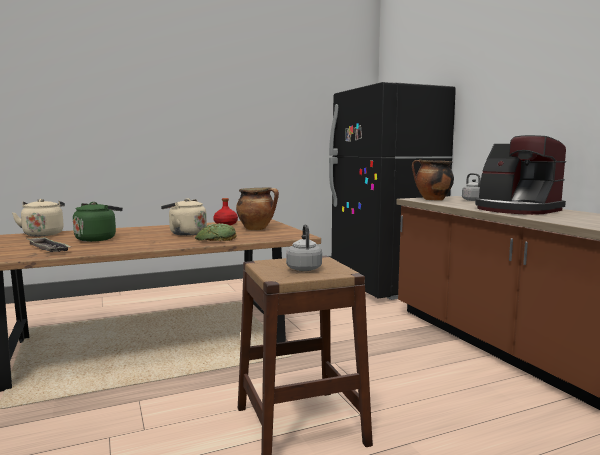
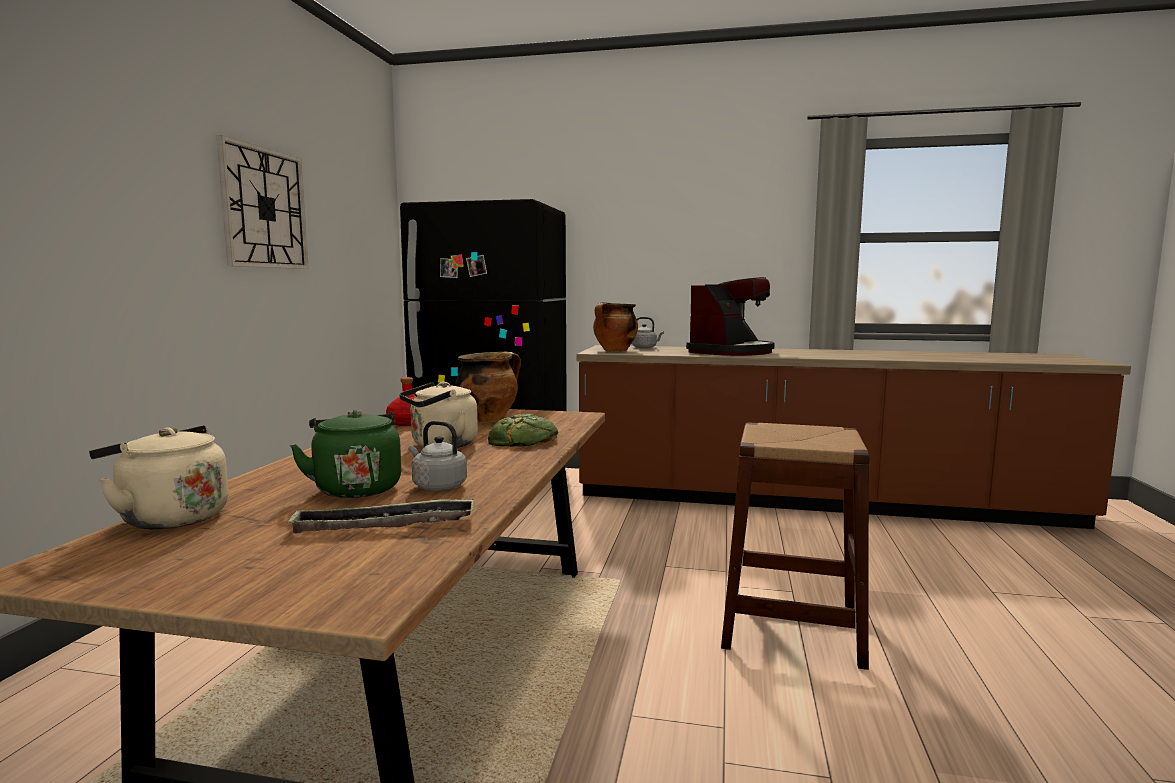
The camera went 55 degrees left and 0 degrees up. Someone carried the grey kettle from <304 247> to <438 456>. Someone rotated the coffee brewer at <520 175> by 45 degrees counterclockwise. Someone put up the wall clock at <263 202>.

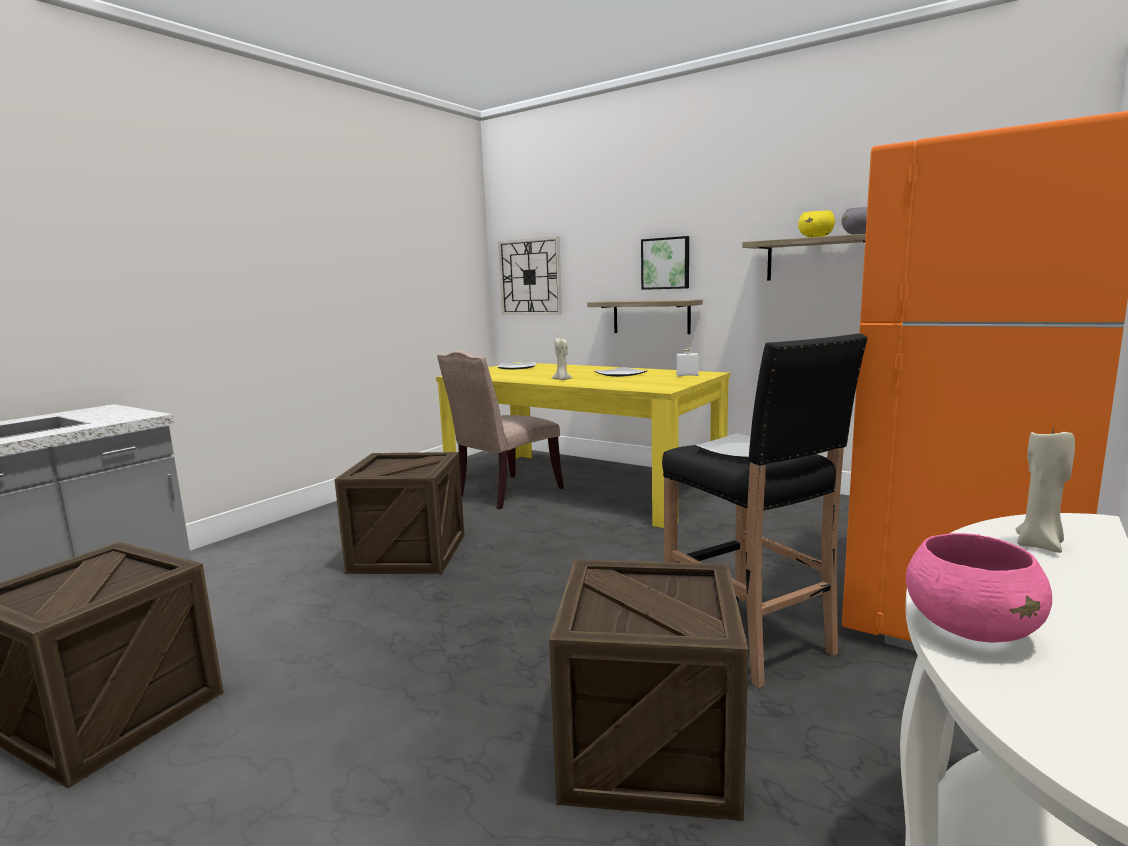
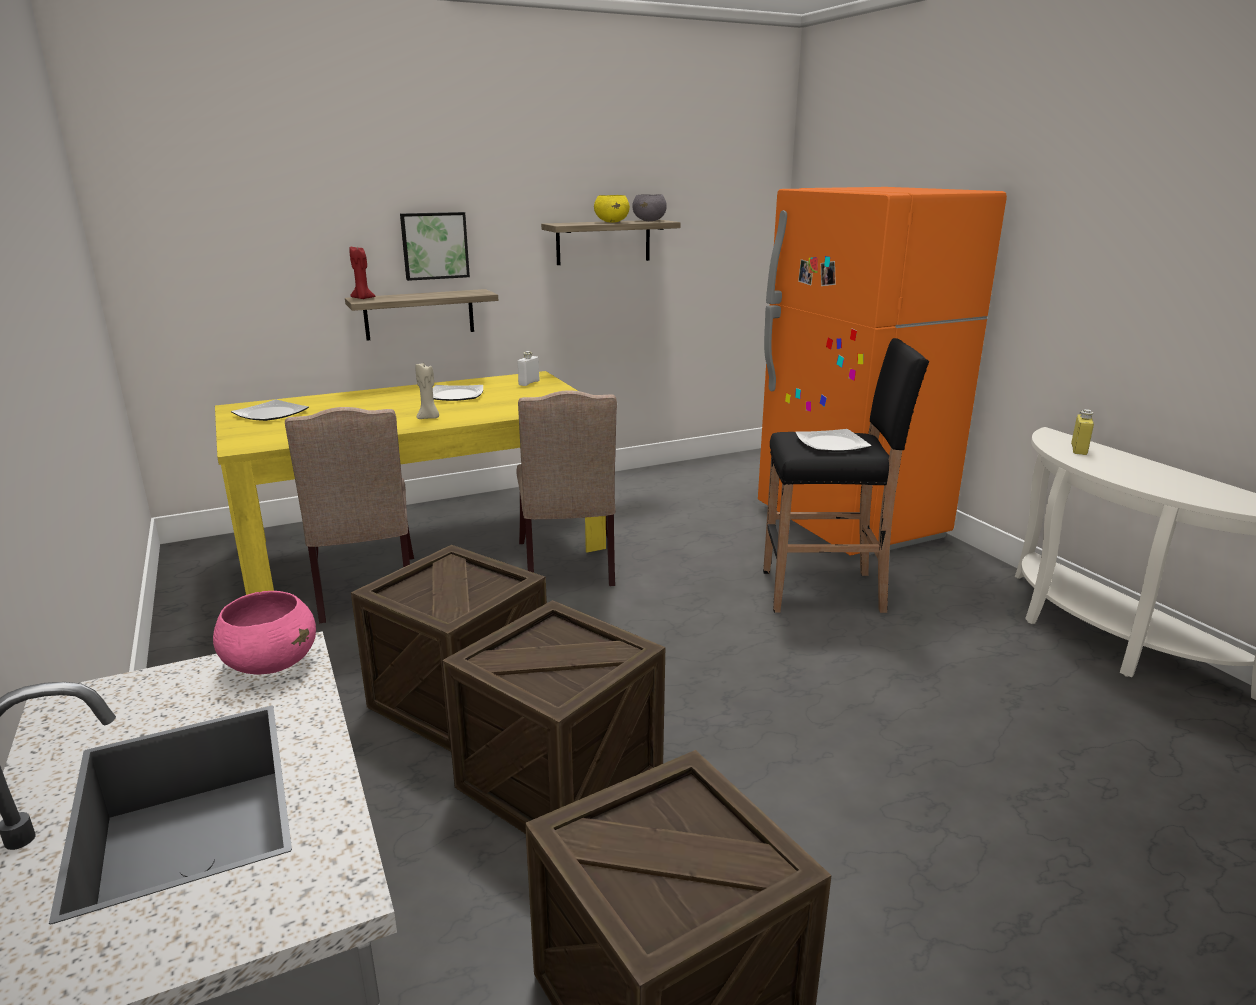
The camera went 60 degrees left and 10 degrees up. Someone took away the wall clock at <530 275>. Someone carried the crate from <648 690> to <553 717>. Someone carried the pink bowl from <979 587> to <264 633>. Someone swapped the beige wax light at <1045 489> for the yellow-coloured bottle at <1082 432>. Someone put down the red-coloured wax light at <362 273>. Someone put down the beige upright chair at <567 488>.

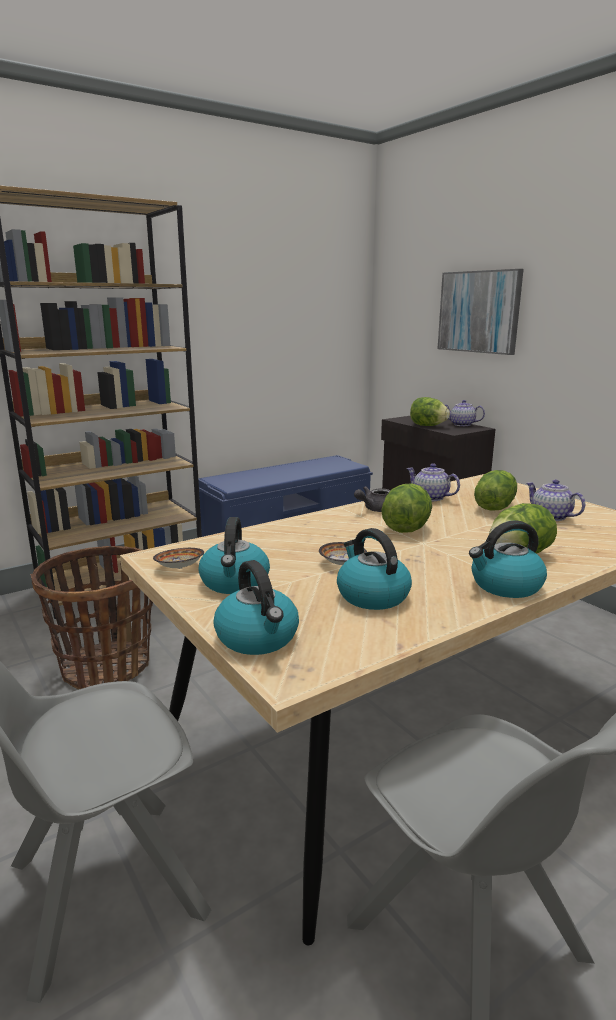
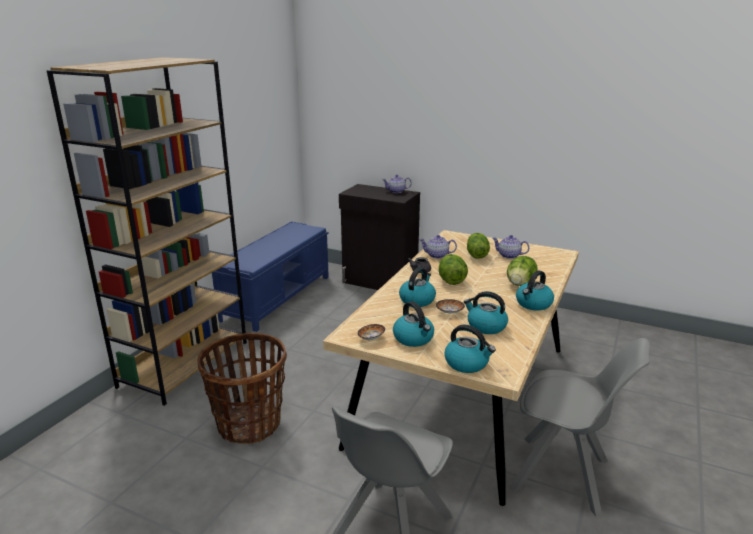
The camera went 30 degrees left and 5 degrees up. Someone took away the lettuce at <430 411>. Someone took away the picture at <481 312>. Someone put down the kettle at <417 287>.

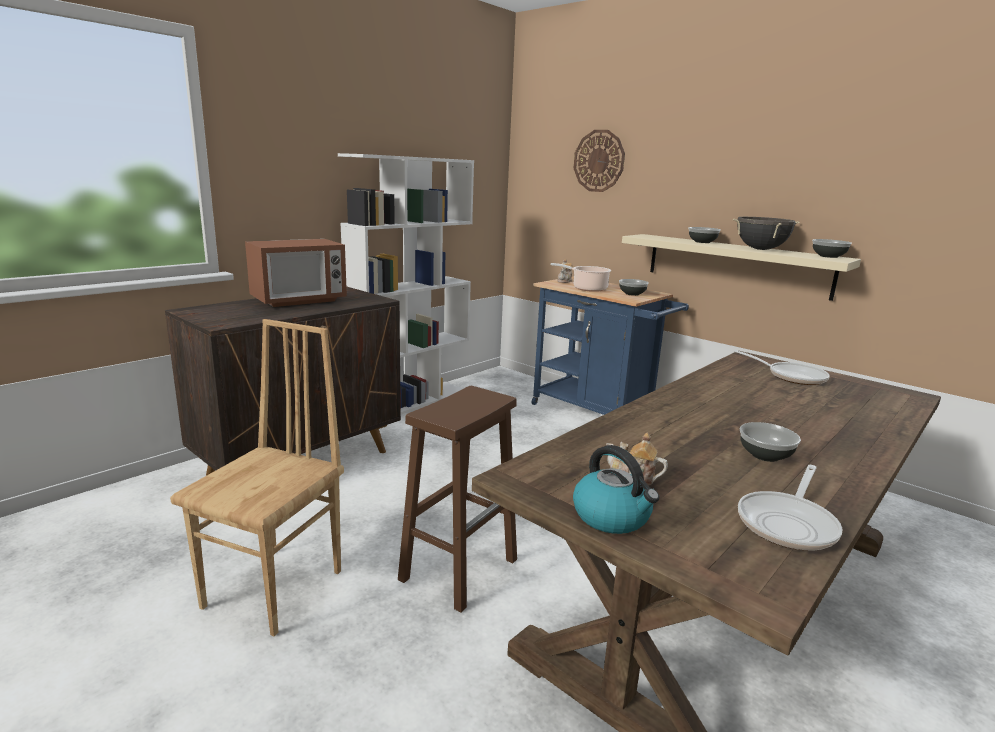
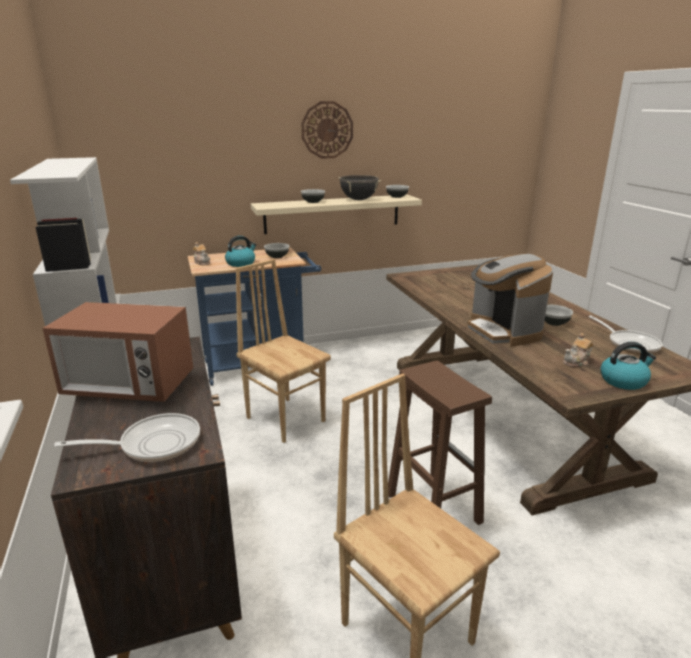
The camera went 60 degrees left and 5 degrees up. Someone rotated the microwave at <296 273> by 105 degrees clockwise. Someone swapped the saucepot at <581 277> for the kettle at <241 251>. Someone carried the wall clock from <599 161> to <327 130>. Someone carried the pan from <782 367> to <127 437>. Someone put down the brown-coloured upright chair at <283 351>. Someone put down the coffee brewer at <510 300>.

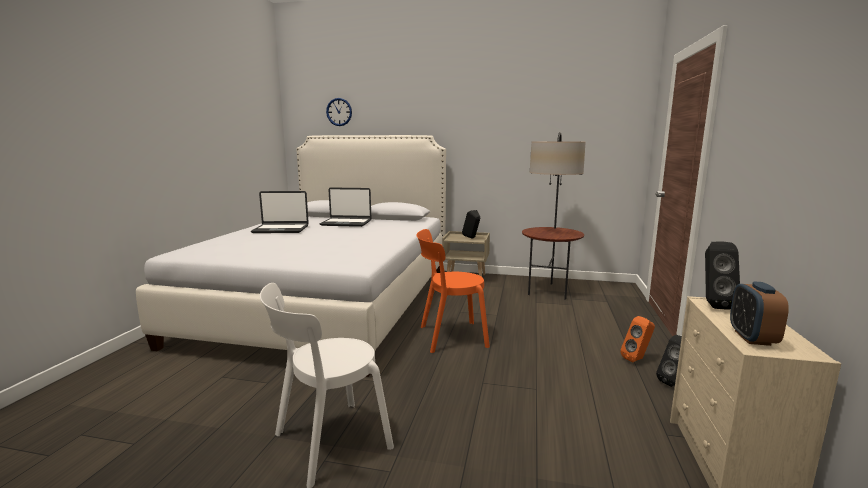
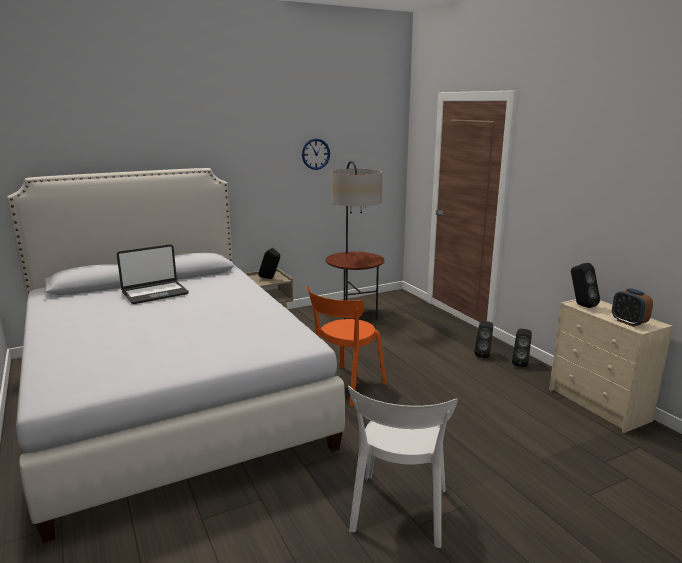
The camera went 40 degrees left and 5 degrees up. Someone took away the laptop at <280 212>. Someone carried the wall clock from <339 112> to <316 154>. Someone repainted the orange loudspeaker at <637 339>, which became the black loudspeaker at <484 339>.

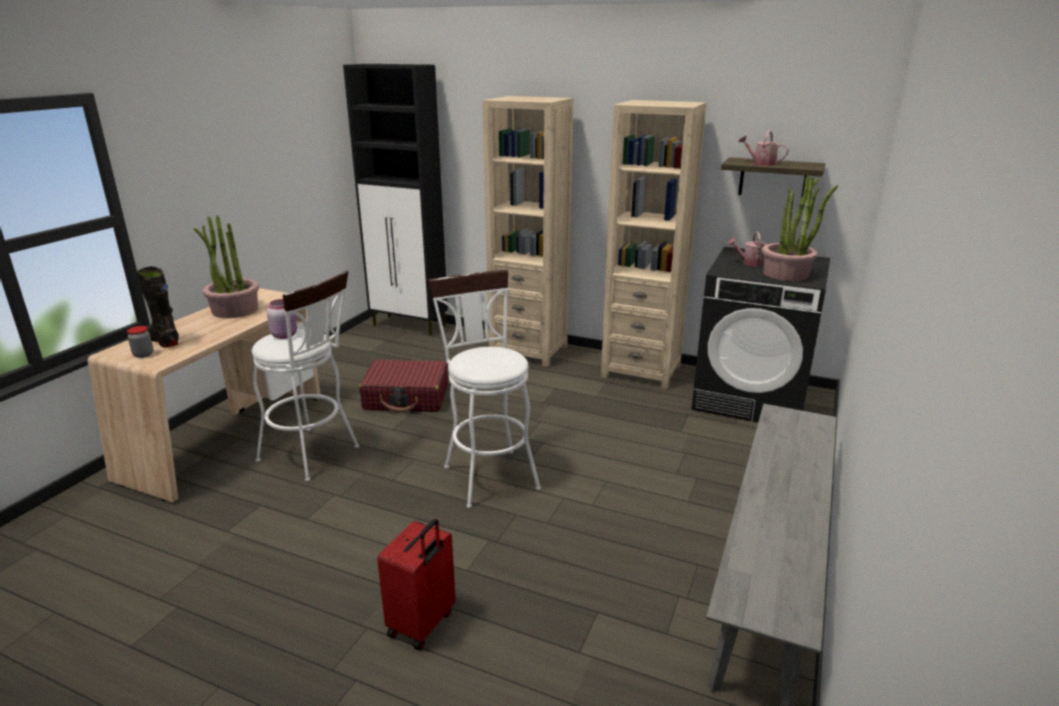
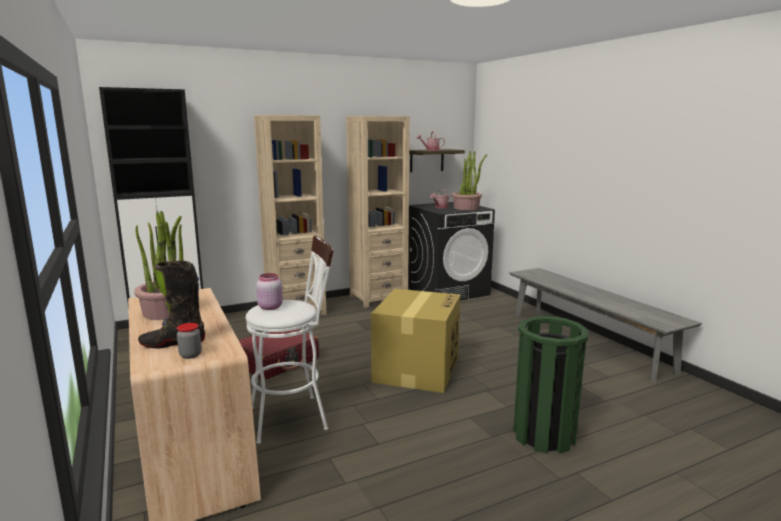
The camera went 50 degrees left and 10 degrees down. Someone swapped the red-coloured piece of luggage at <416 584> for the greenish rubbish bin at <551 385>. Someone swapped the whitish stool at <484 388> for the cardboard box at <415 341>.

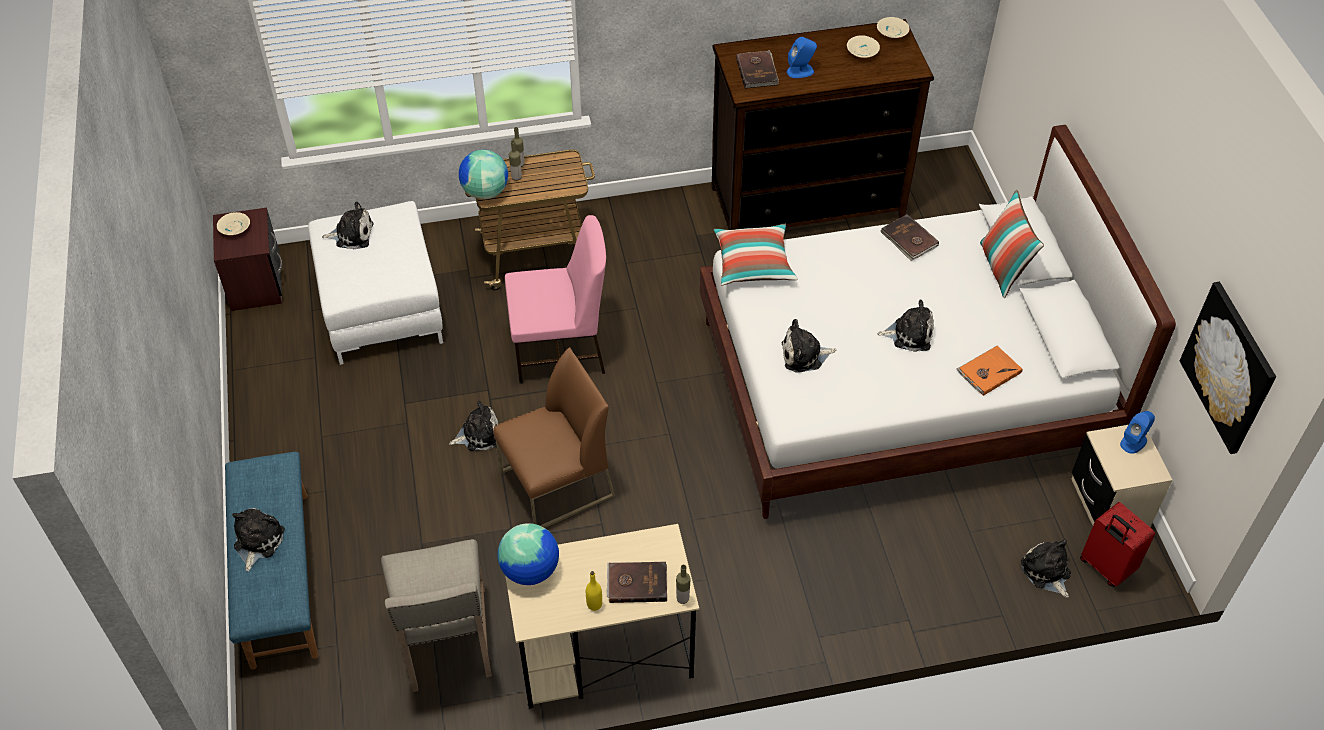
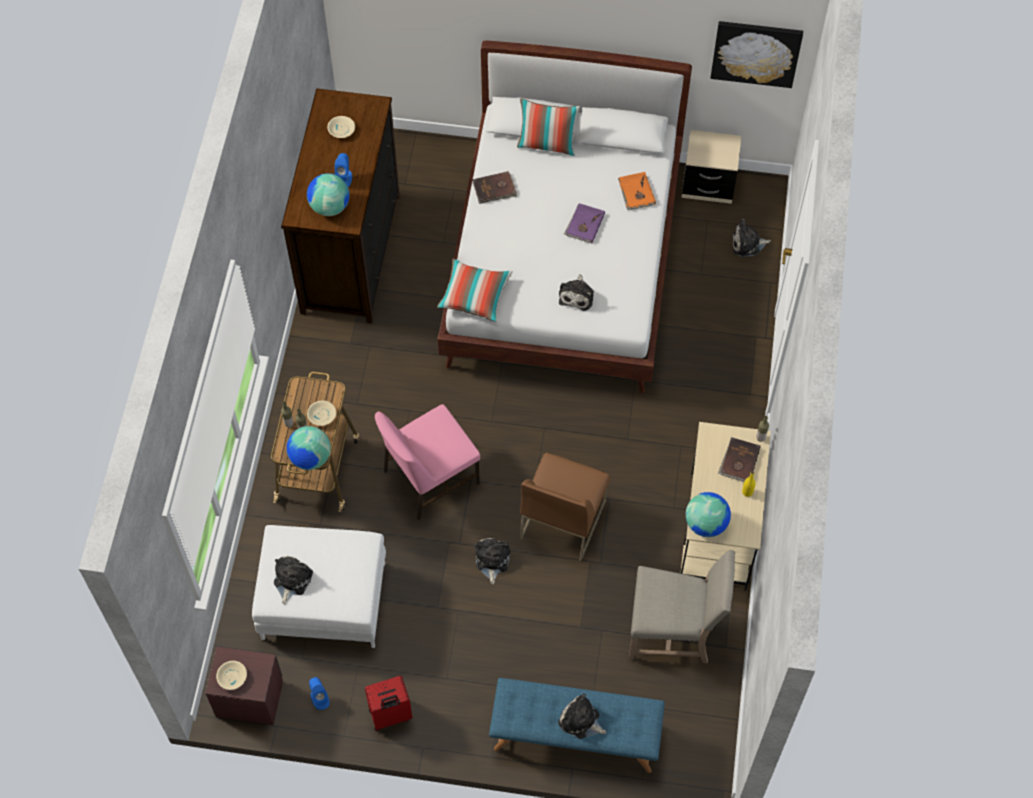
The camera went 70 degrees left and 10 degrees up. Someone rotated the brown-coloured upright chair at <554 437> by 150 degrees counterclockwise. Someone rotated the pink upright chair at <555 299> by 135 degrees counterclockwise. Someone swapped the brown-coloured bound book at <757 69> for the world globe at <328 194>. Someone carried the beige bowl from <893 27> to <321 413>. Someone swapped the soft toy at <905 326> for the purple bound book at <584 223>. Someone carried the red-coloured piece of luggage from <1117 544> to <388 703>. Someone carried the bluish loudspeaker from <1137 432> to <319 693>.

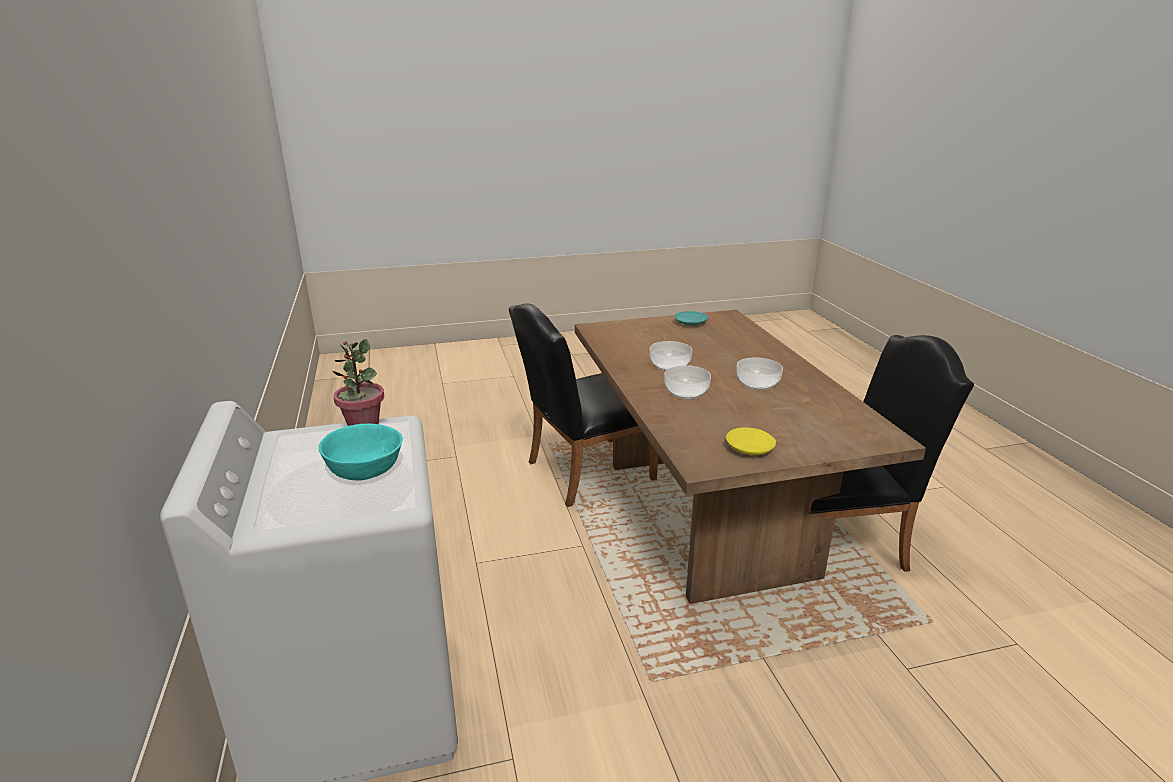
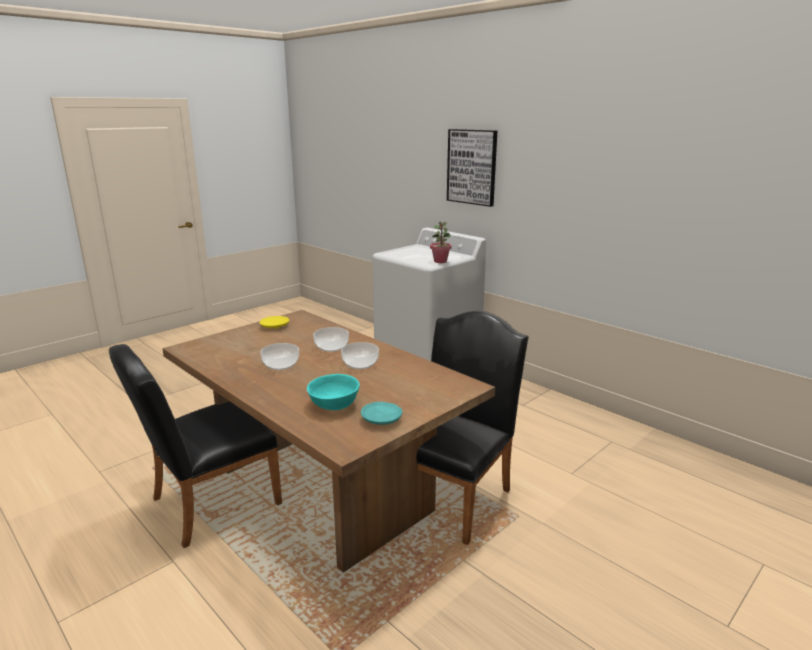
The camera went 150 degrees right and 5 degrees down. Someone carried the turquoise bowl from <360 452> to <333 392>. Someone put up the picture at <472 168>.

